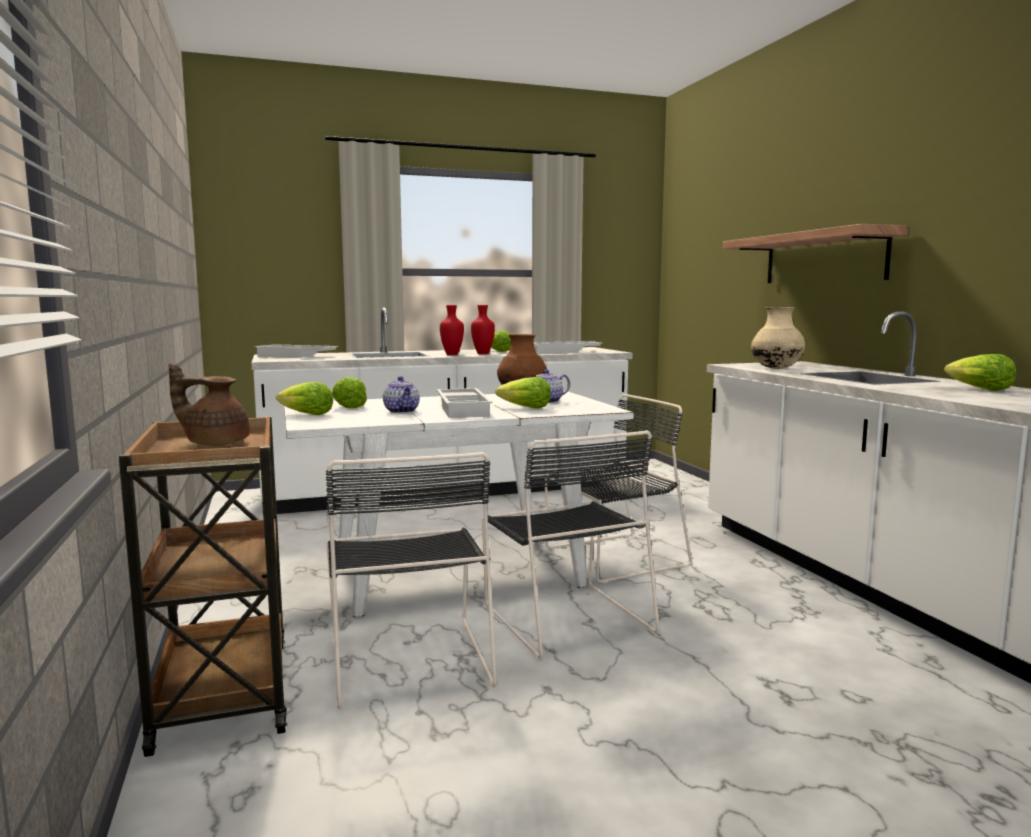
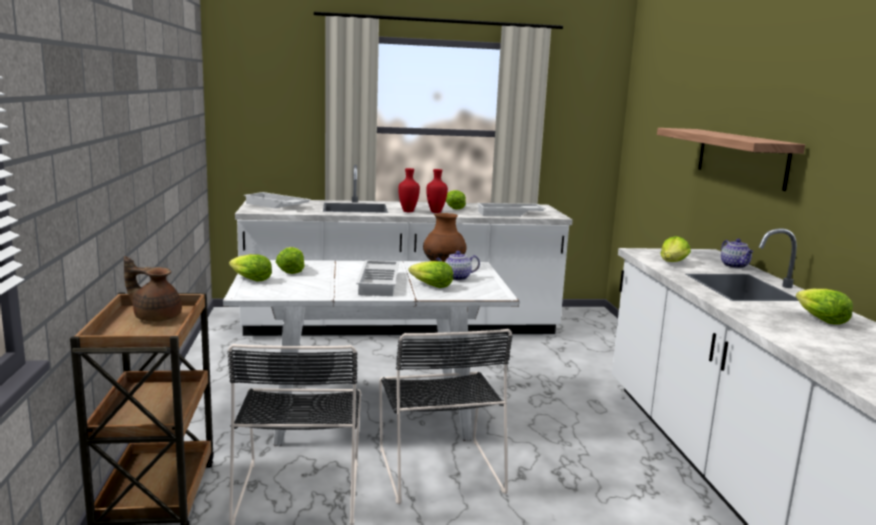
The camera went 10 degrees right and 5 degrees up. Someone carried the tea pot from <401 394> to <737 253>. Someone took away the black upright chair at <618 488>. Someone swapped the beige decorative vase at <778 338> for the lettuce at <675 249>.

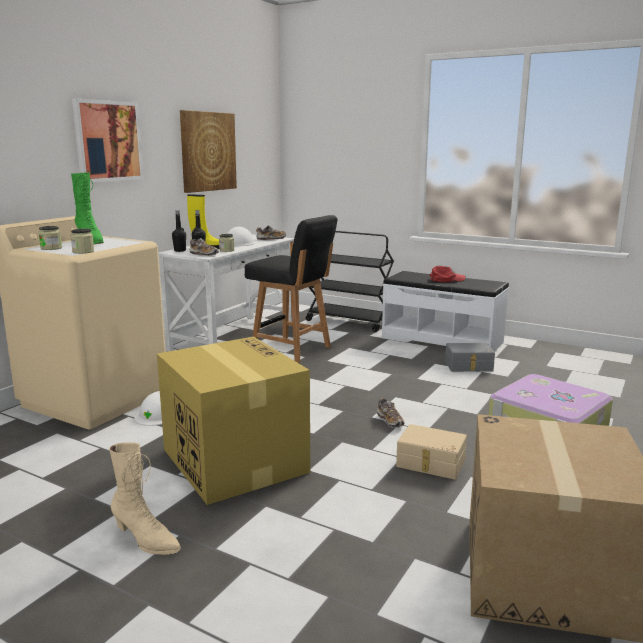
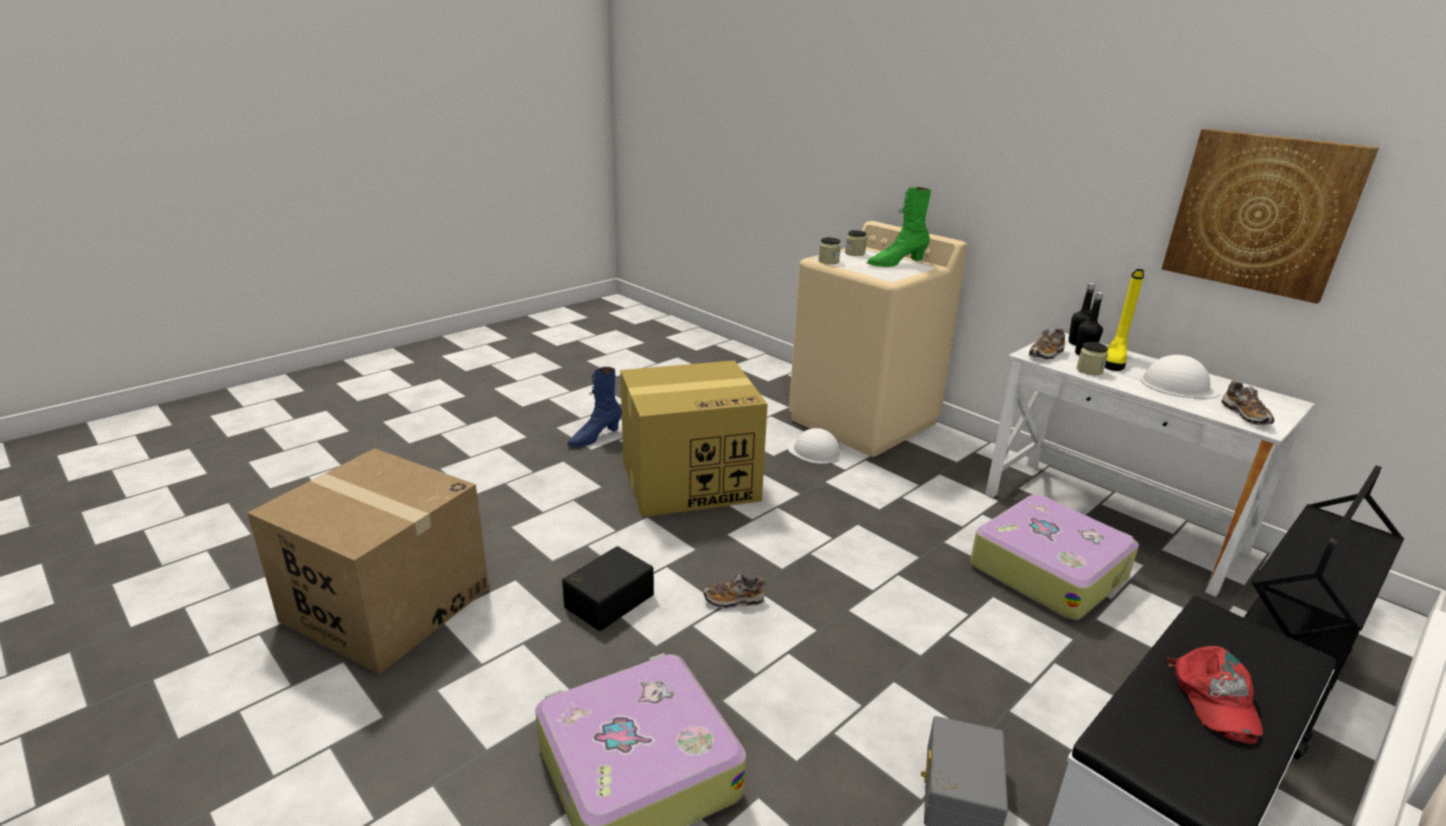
The camera went 105 degrees right and 10 degrees up. Someone took away the picture at <108 141>. Someone repainted the beige boot at <145 498>, which became the bluish boot at <594 407>. Someone swapped the black upright chair at <291 289> for the piece of luggage at <1054 557>. Someone repainted the beige storage bin at <431 452>, which became the black storage bin at <608 588>.

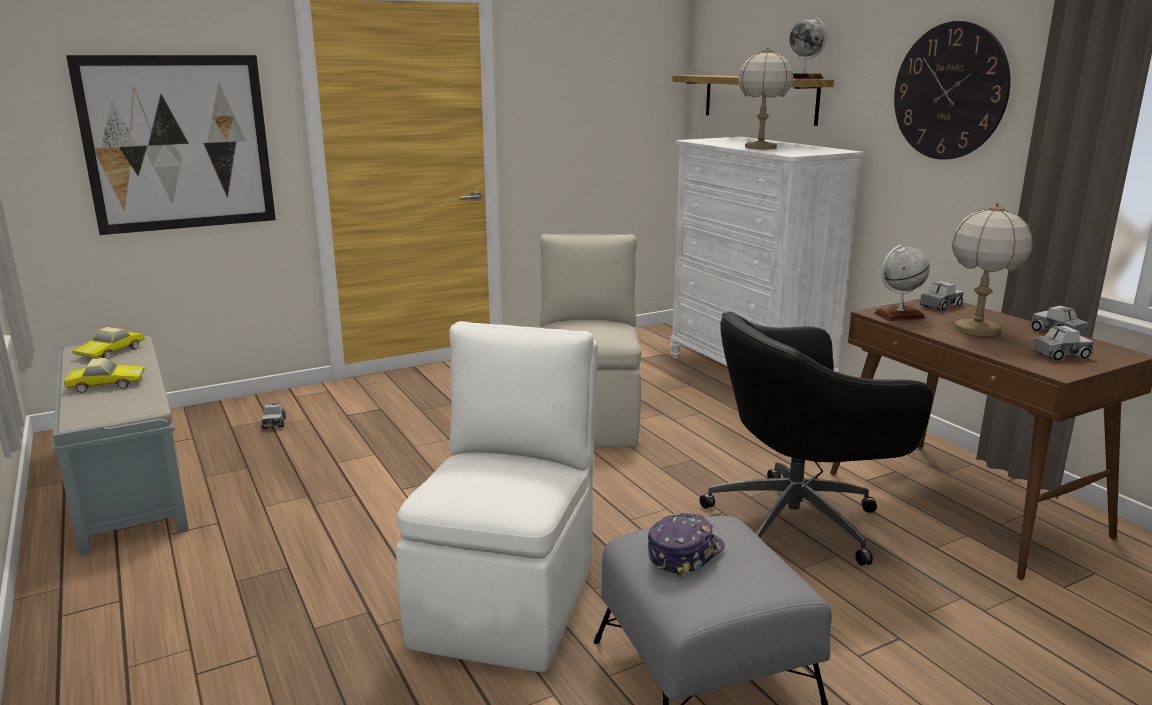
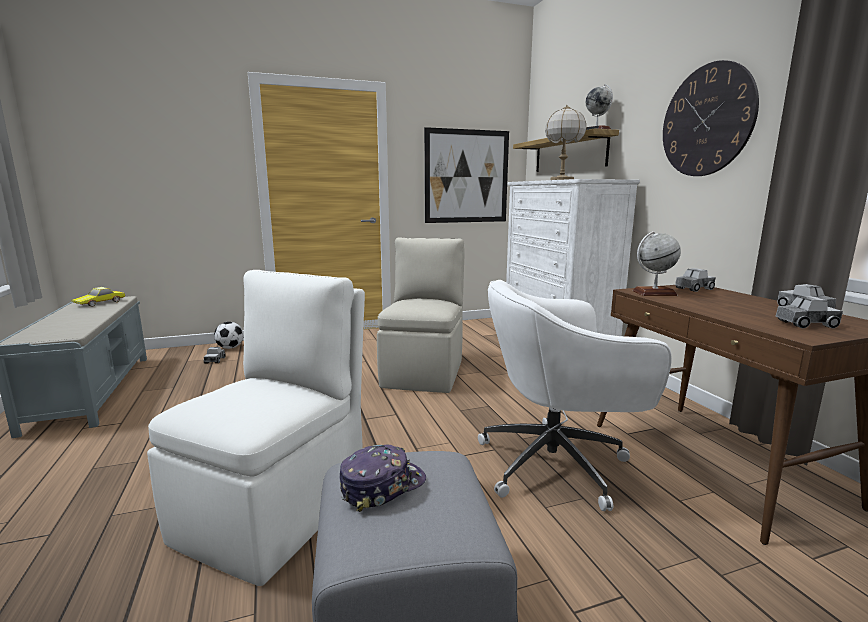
The camera went 10 degrees right and 5 degrees down. Someone took away the model car at <104 375>. Someone carried the picture from <171 145> to <466 175>. Someone repainted the black office chair at <816 439>, which became the whitish office chair at <575 395>. Someone took away the lamp for a table at <992 269>. Someone put down the ball for football at <229 335>.

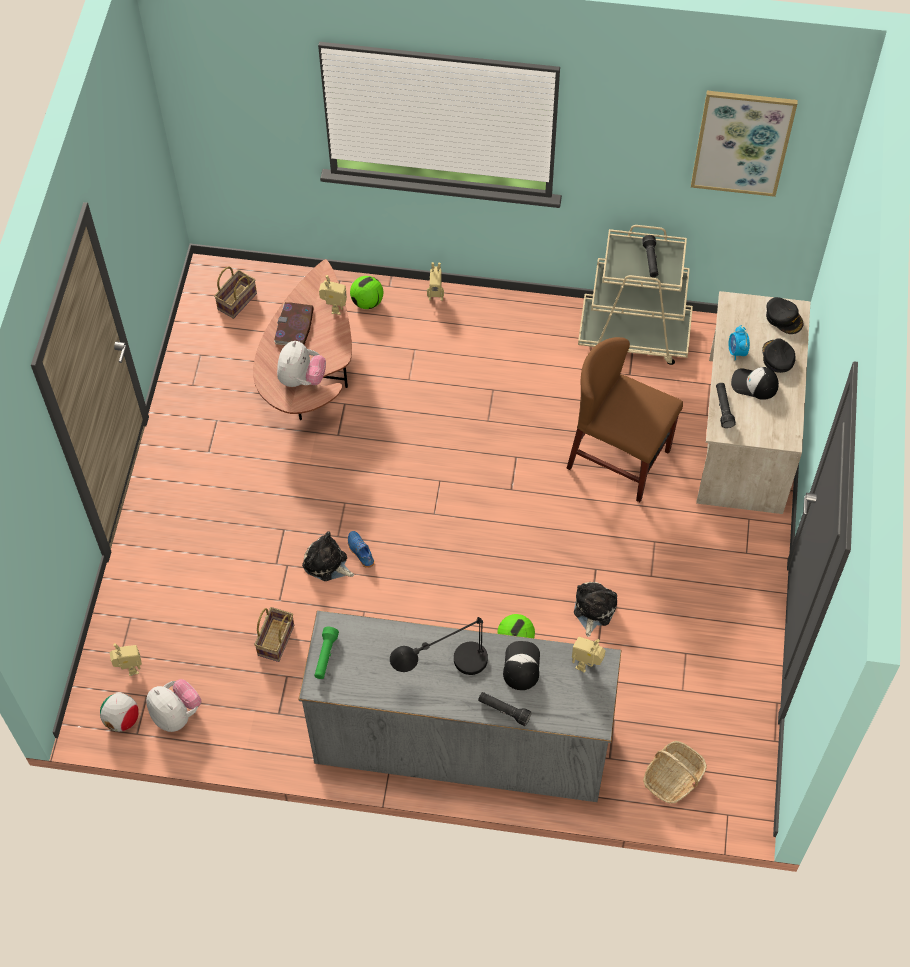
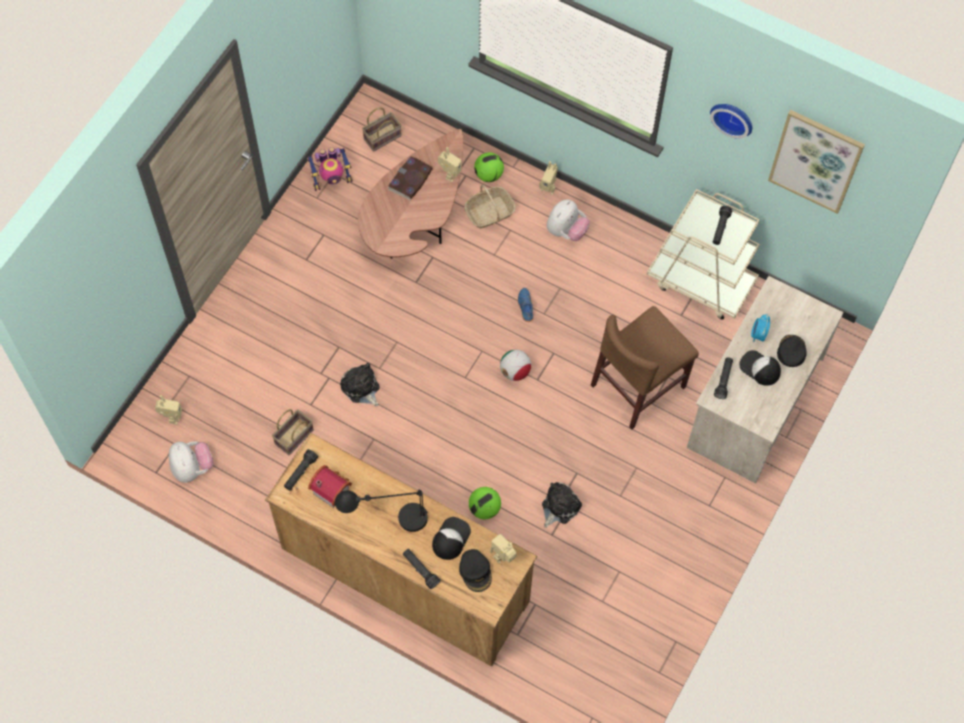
The camera went 20 degrees right and 5 degrees up. Someone carried the ball for football from <119 712> to <515 365>. Someone carried the soft toy from <301 364> to <568 220>. Someone repainted the grey drawer chest at <459 706>, which became the brown-coloured drawer chest at <401 549>. Someone repainted the greenish flashlight at <326 653>, which became the black flashlight at <301 469>. Someone carried the bluish item of footwear from <361 549> to <526 305>. Someone rotated the brown-coloured upright chair at <625 419> by 90 degrees counterclockwise. Someone carried the storage basket from <675 772> to <490 206>. Someone carried the black cap from <785 315> to <475 570>. Someone put down the model robot at <330 169>. Someone put down the miniature house at <330 486>. Someone put up the wall clock at <731 121>.

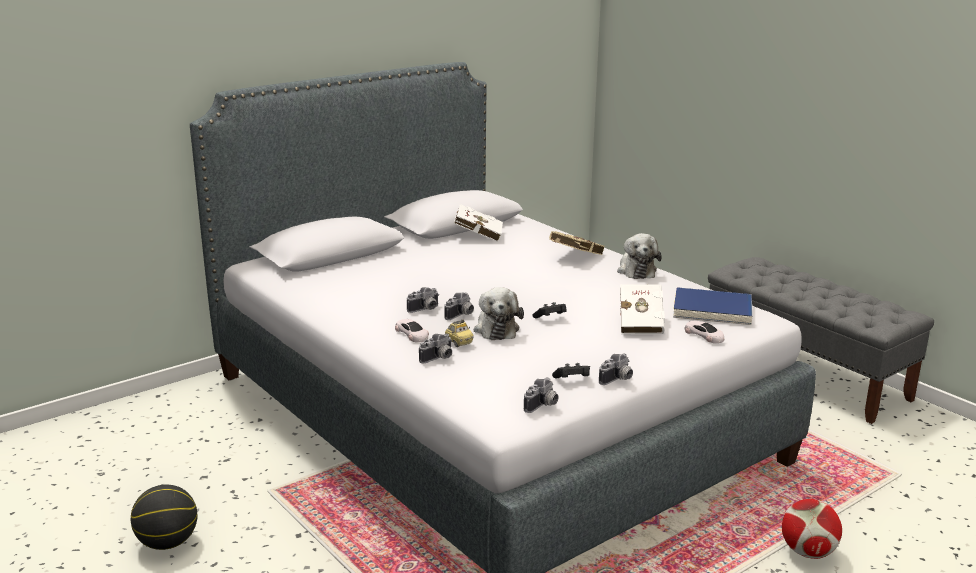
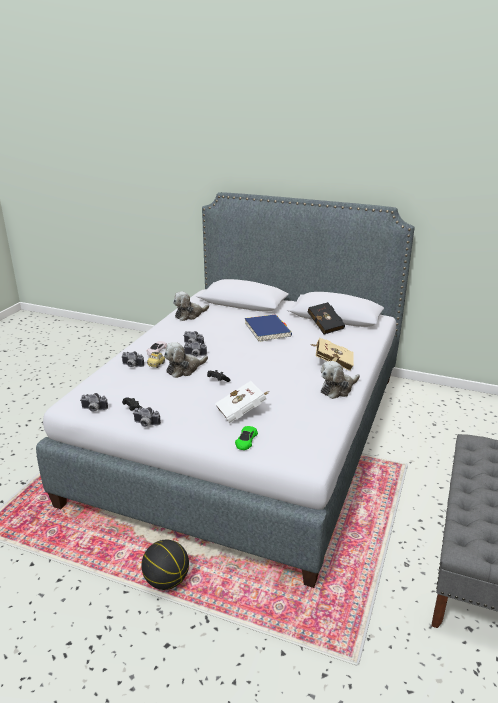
The camera went 60 degrees right and 5 degrees up. Someone carried the basketball ball from <164 517> to <165 565>. Someone repainted the whitish bound book at <478 223>, which became the black bound book at <326 318>. Someone carried the bluish bound book from <713 306> to <268 328>. Someone repainted the whitish model car at <704 332>, which became the greenish model car at <246 438>. Someone took away the ball for football at <812 529>. Someone put down the soft toy at <191 306>.

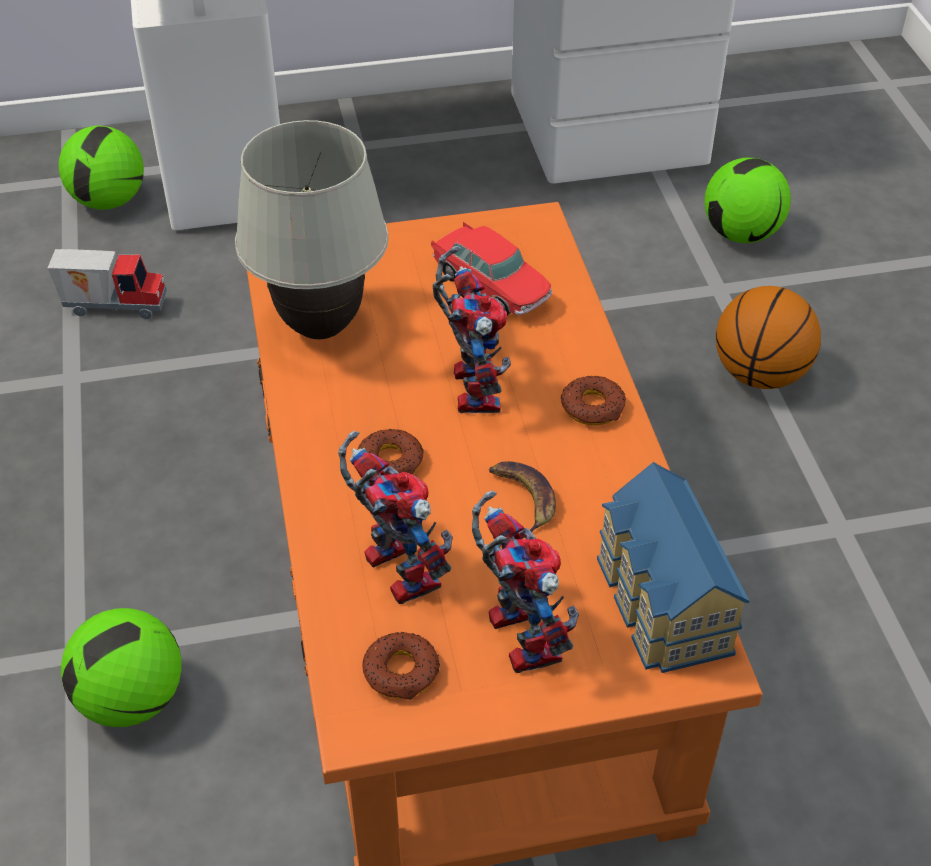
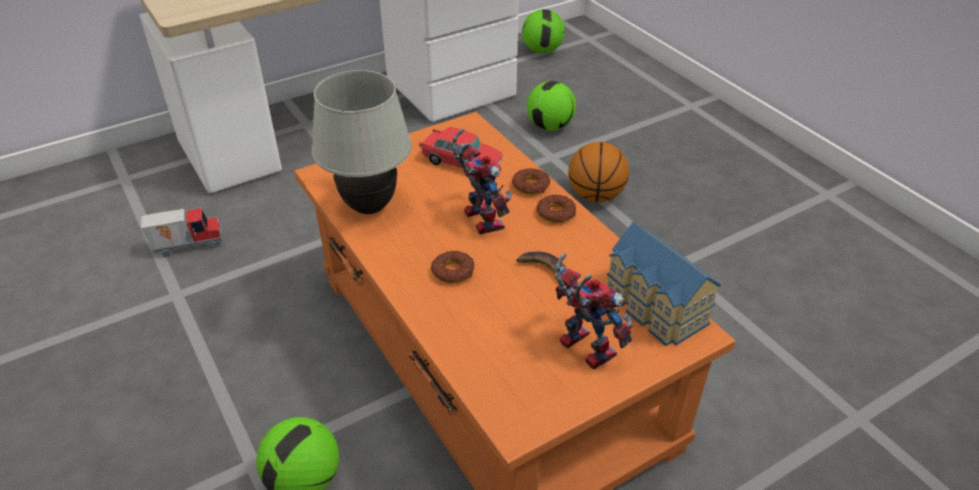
The camera went 20 degrees left and 5 degrees down. Someone carried the ball for football from <101 168> to <543 31>. Someone took away the model robot at <395 517>. Someone carried the donut from <401 666> to <531 181>.

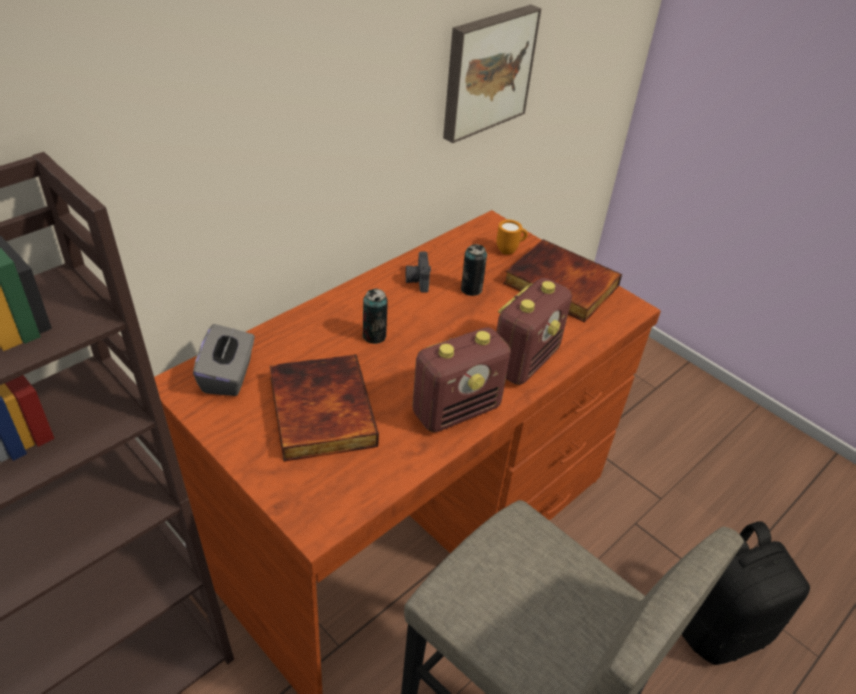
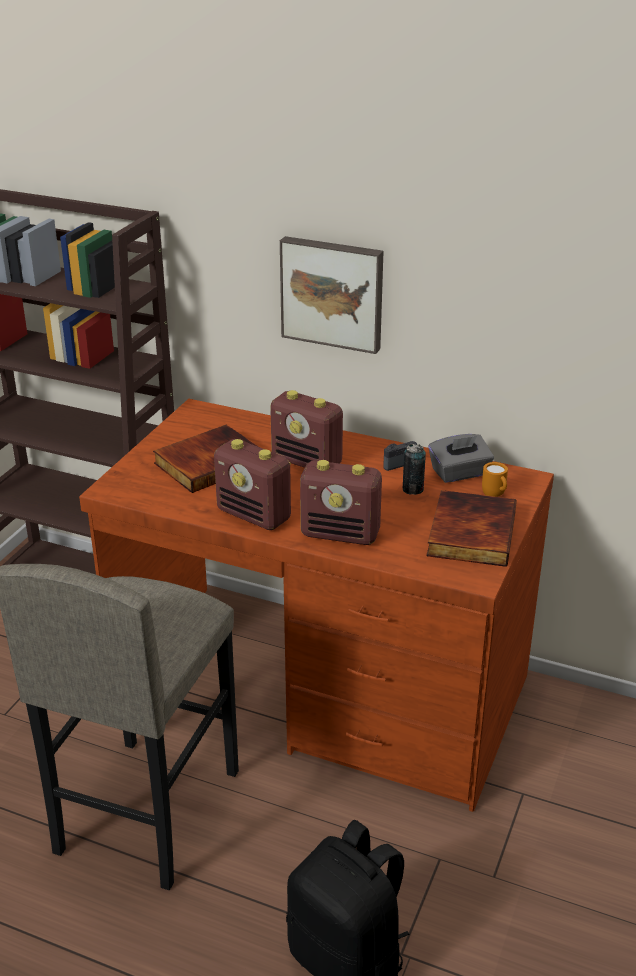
The camera went 70 degrees right and 10 degrees down. Someone carried the grey tissue holder from <224 360> to <461 458>. Someone swapped the can at <375 316> for the radio at <306 429>. Someone carried the picture from <492 74> to <332 295>.

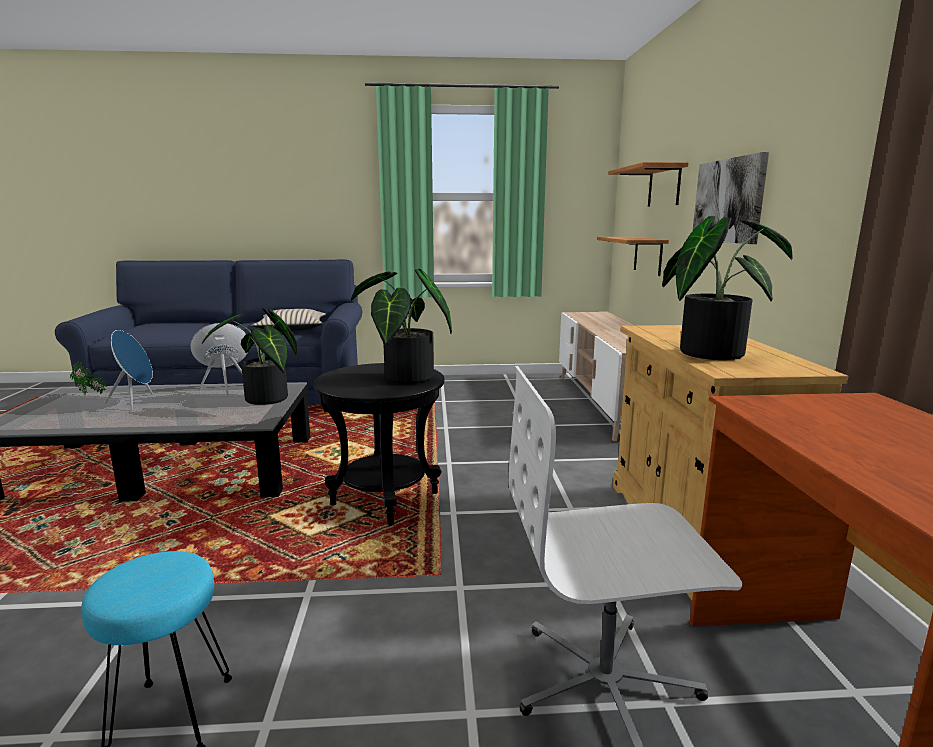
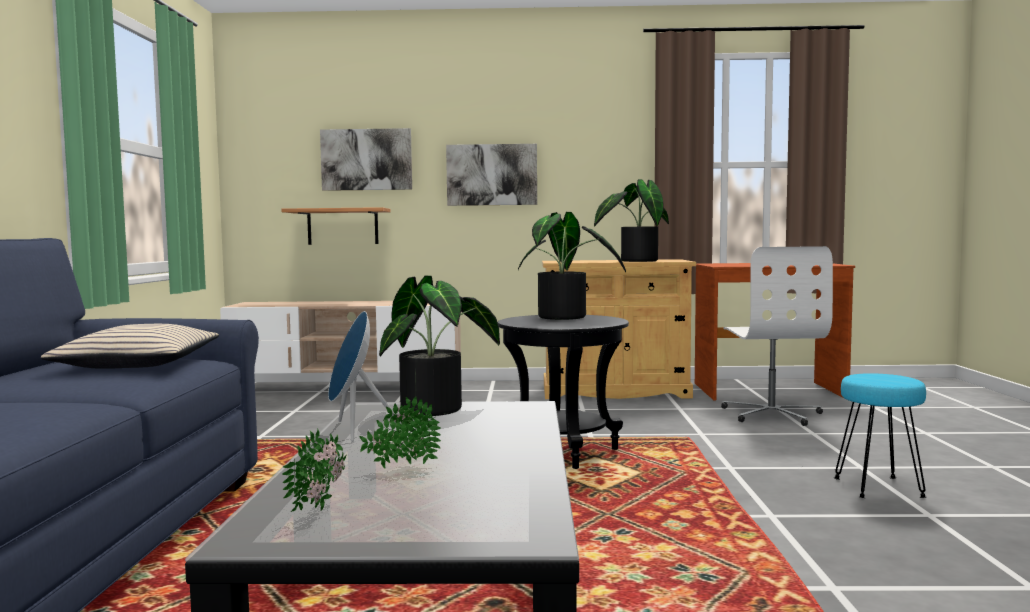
The camera went 85 degrees left and 10 degrees down. Someone swapped the bluish loudspeaker at <128 370> for the plant in a pot at <400 432>. Someone swapped the wall shelf at <648 184> for the picture at <366 159>.

